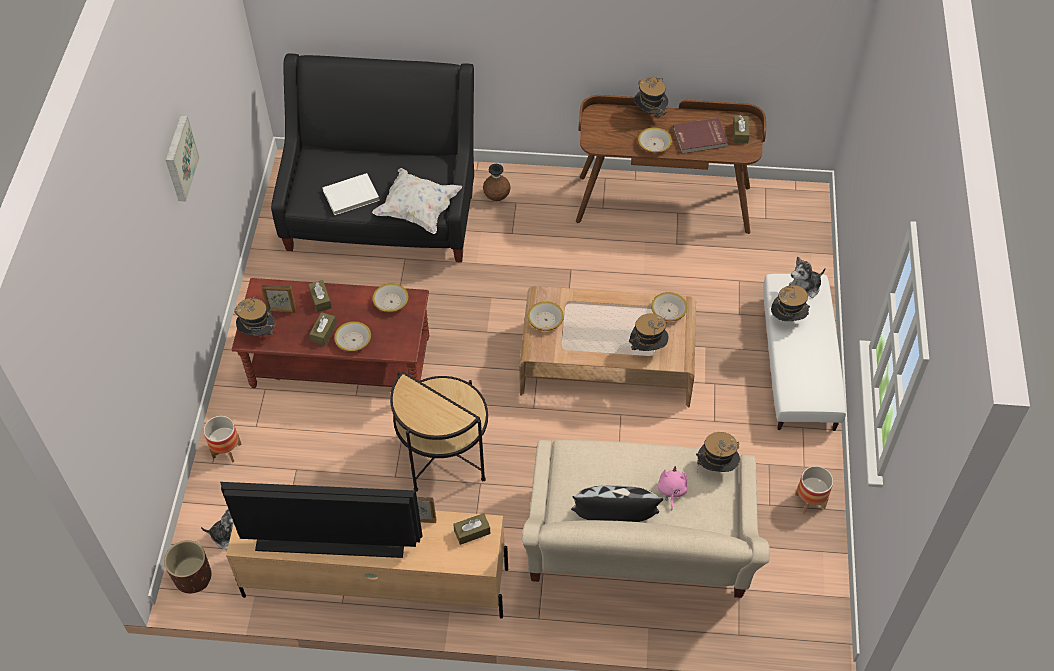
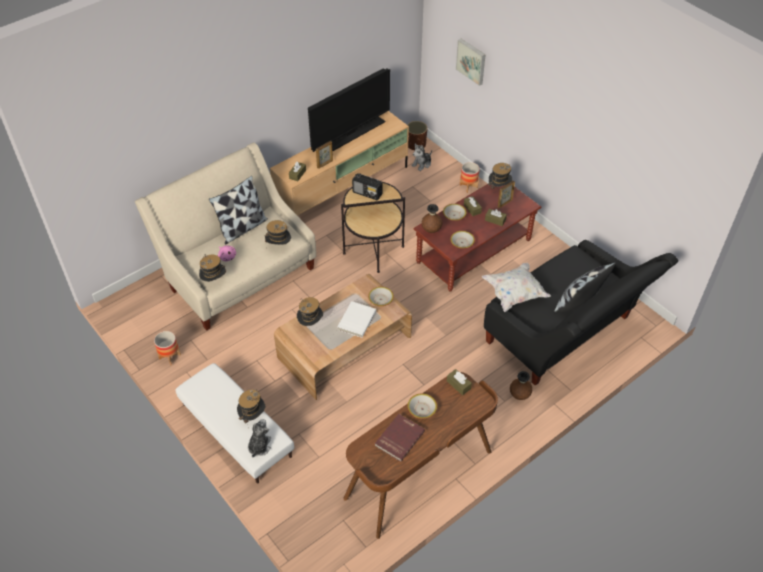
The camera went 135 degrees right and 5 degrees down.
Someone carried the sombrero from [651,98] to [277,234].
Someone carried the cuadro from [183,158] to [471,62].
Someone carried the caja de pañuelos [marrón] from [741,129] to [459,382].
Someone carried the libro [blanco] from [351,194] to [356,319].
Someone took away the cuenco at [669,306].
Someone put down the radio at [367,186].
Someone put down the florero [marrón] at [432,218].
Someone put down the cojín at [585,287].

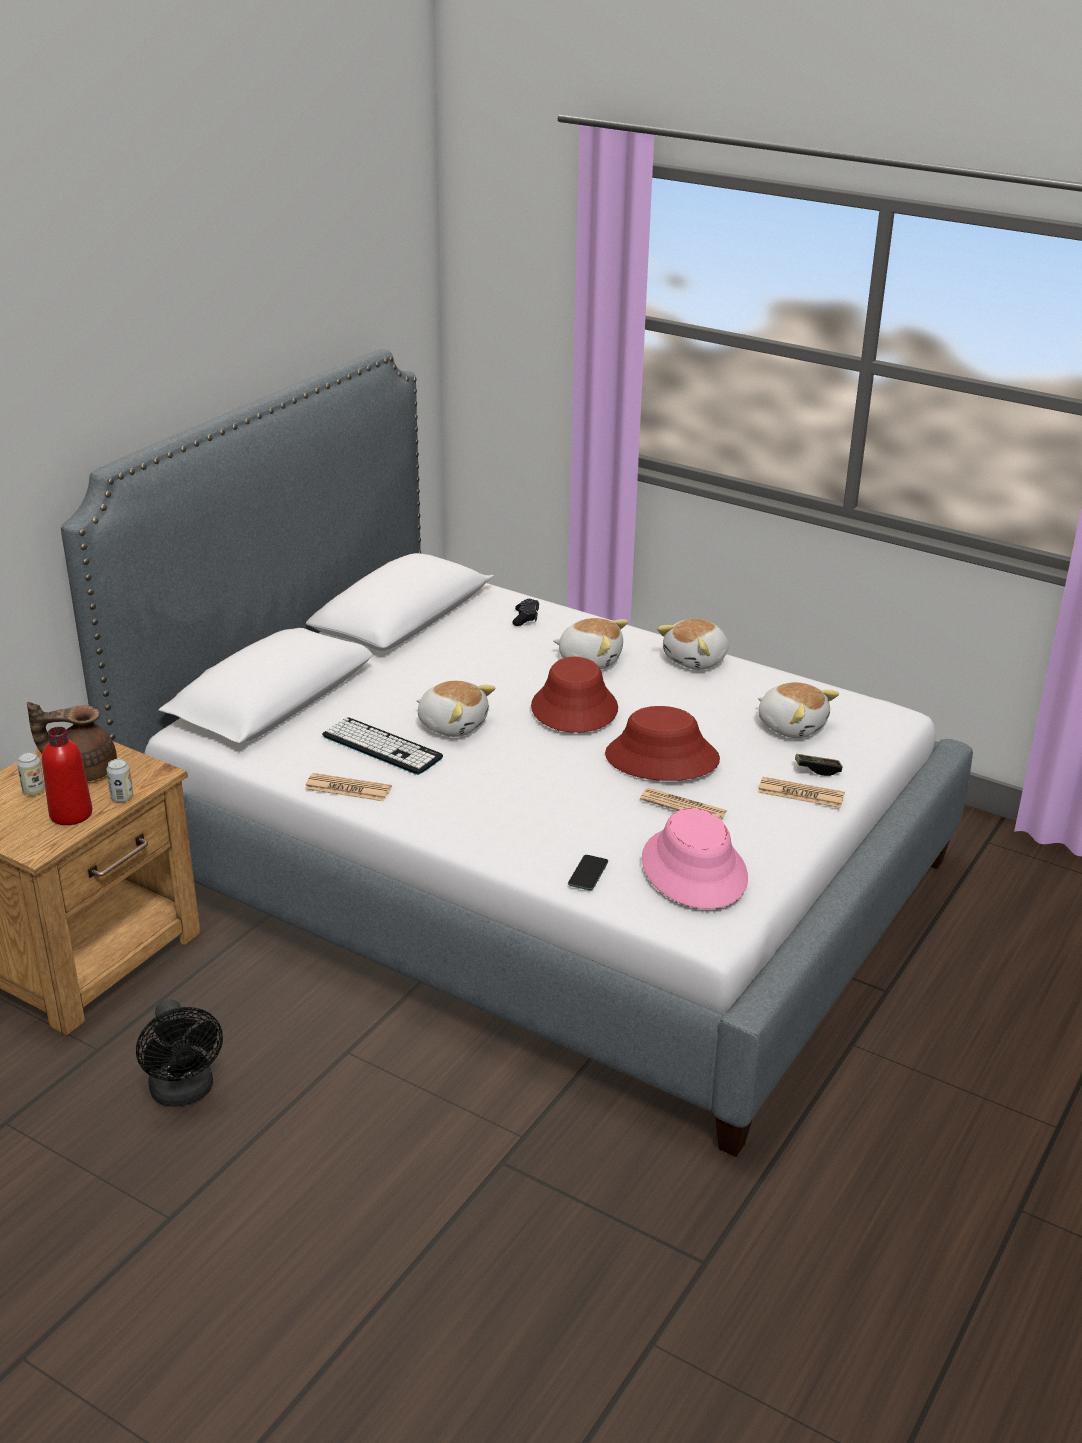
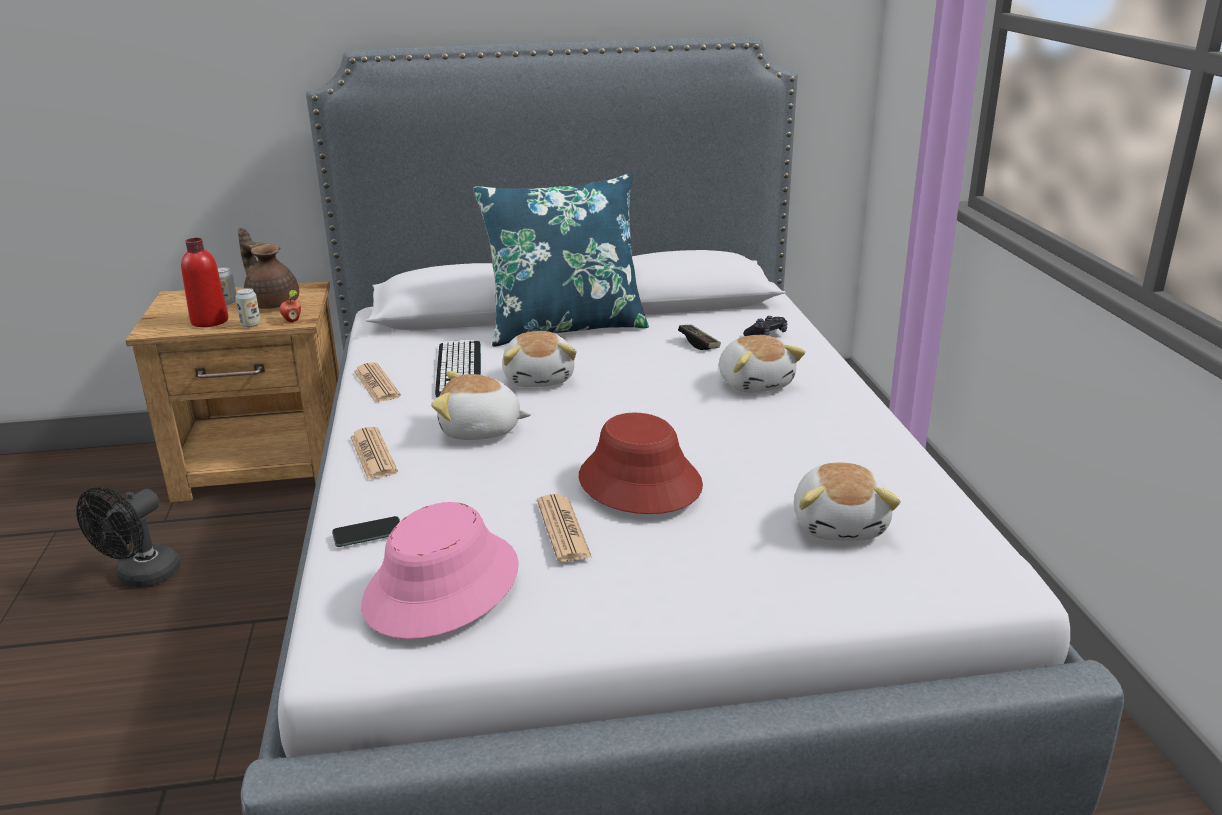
The camera went 50 degrees right and 5 degrees down.
Someone carried the peluche from [693,644] to [481,405].
Someone took away the sombrero [rojo] at [574,695].
Someone carried the mando de consola from [819,765] to [699,337].
Someone carried the periódico from [801,792] to [374,453].
Someone put down the cojín [azul] at [561,260].
Someone put down the manzana at [290,306].

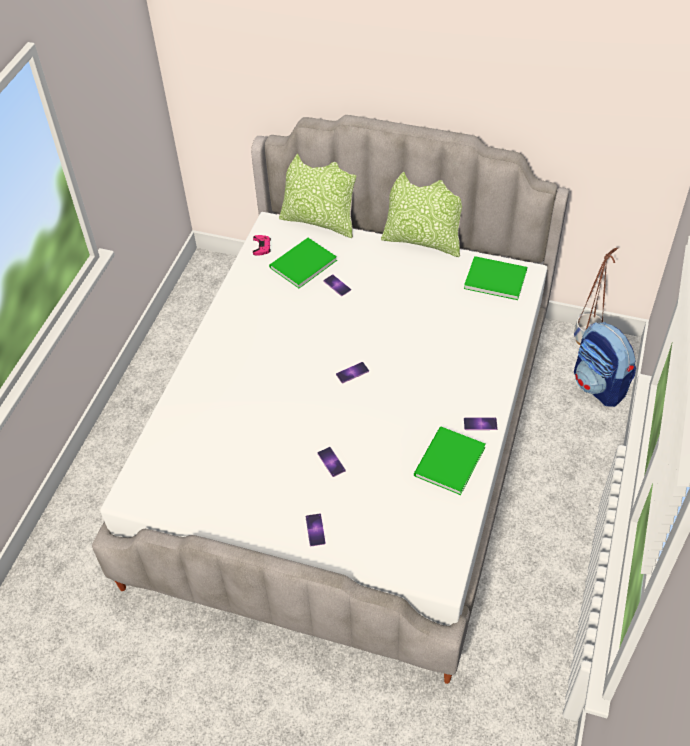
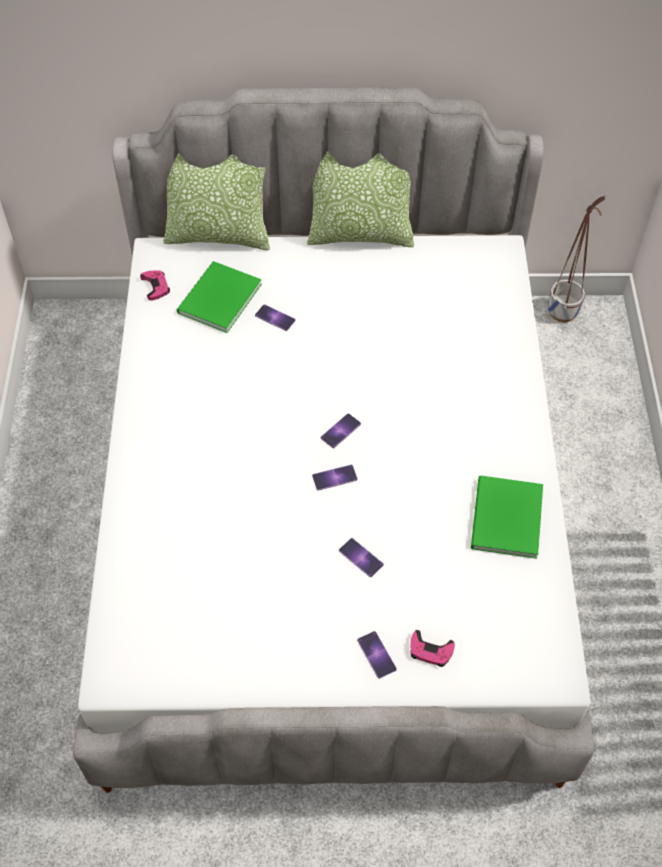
The camera went 20 degrees left and 5 degrees up.
Someone took away the libro [verde] at [495,278].
Someone took away the mochila at [605,364].
Someone carried the móvil from [481,423] to [335,478].
Someone put down the mando de consola [rosa] at [432,648].

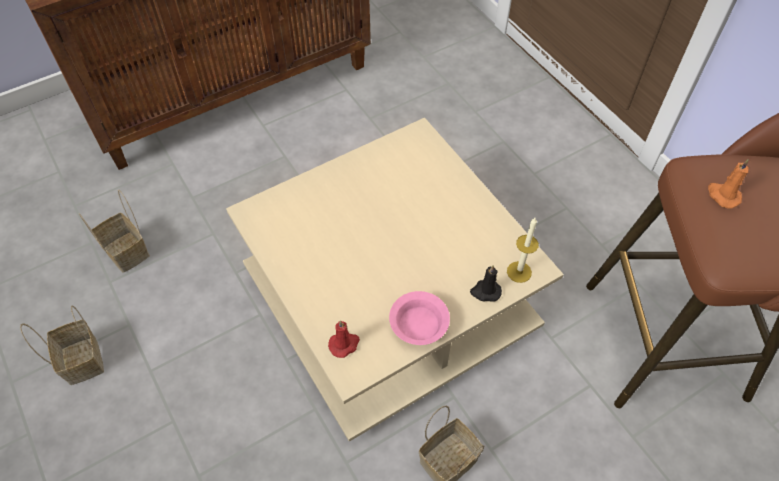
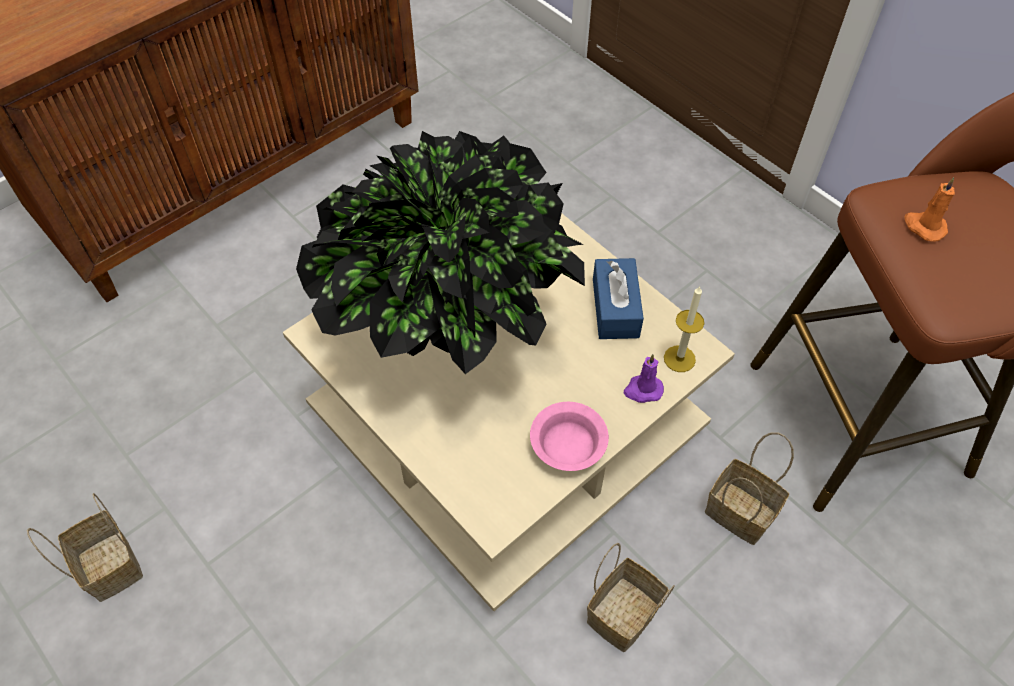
The camera went 10 degrees left and 0 degrees up.
Someone carried the cesta from [114,231] to [749,488].
Someone repainted the vela [negro] at [486,283], which became the vela [morado] at [644,378].
Someone took away the vela [rojo] at [344,339].
Someone put down the planta en maceta at [440,252].
Someone put down the caja de pañuelos [azul] at [618,298].

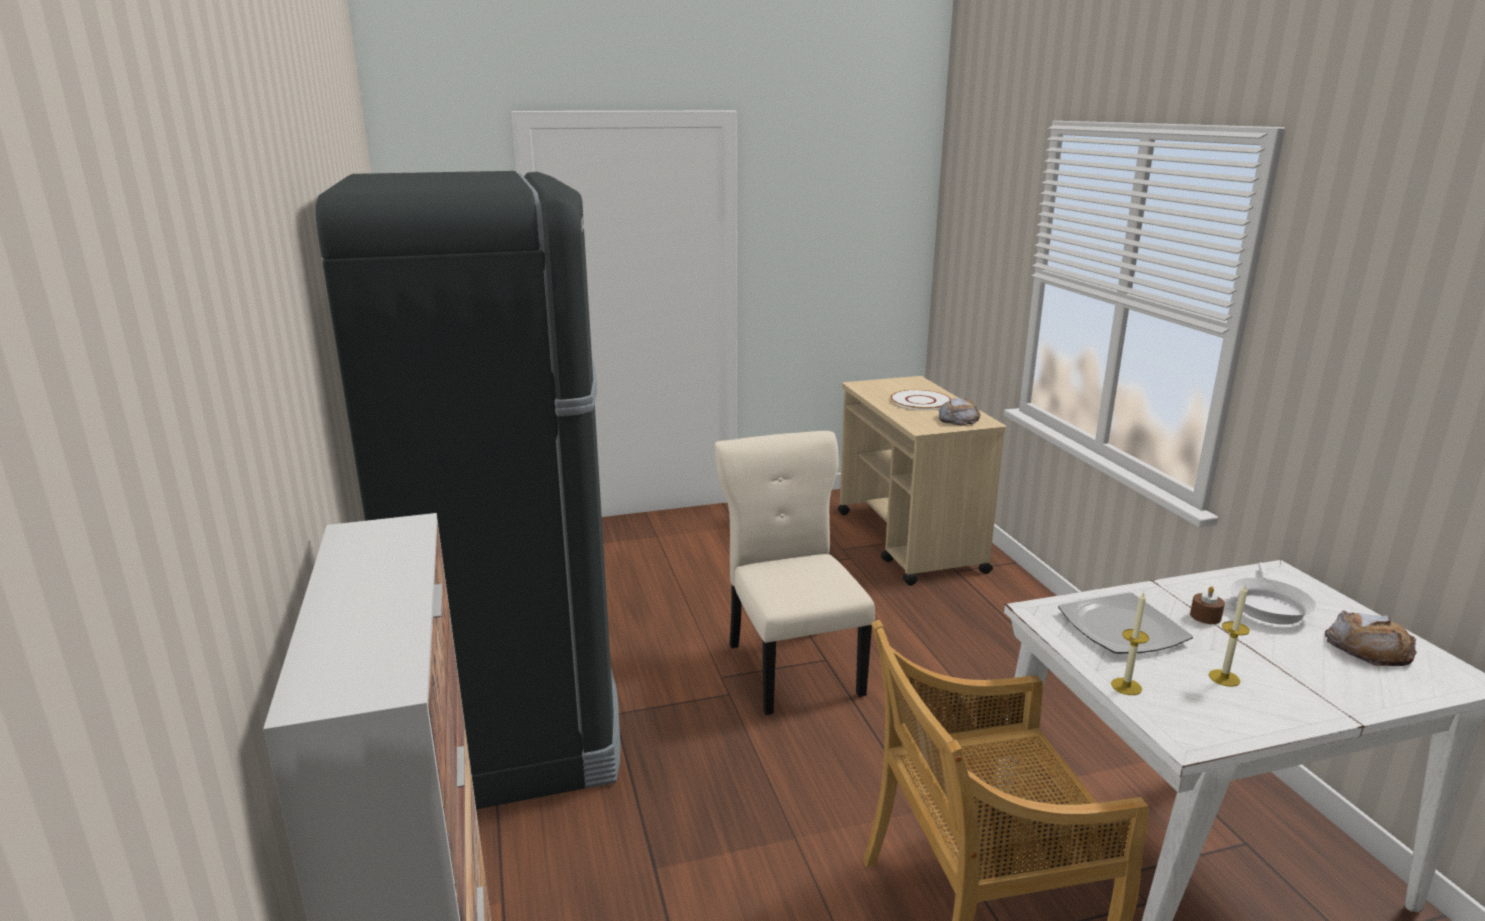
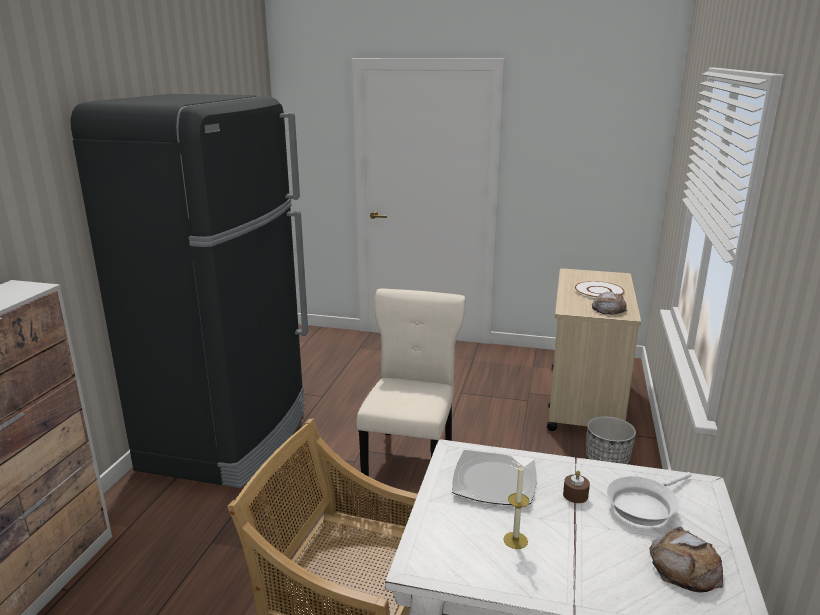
The camera went 30 degrees right and 0 degrees up.
Someone took away the vela at [1130,643].
Someone put down the maceta at [611,440].

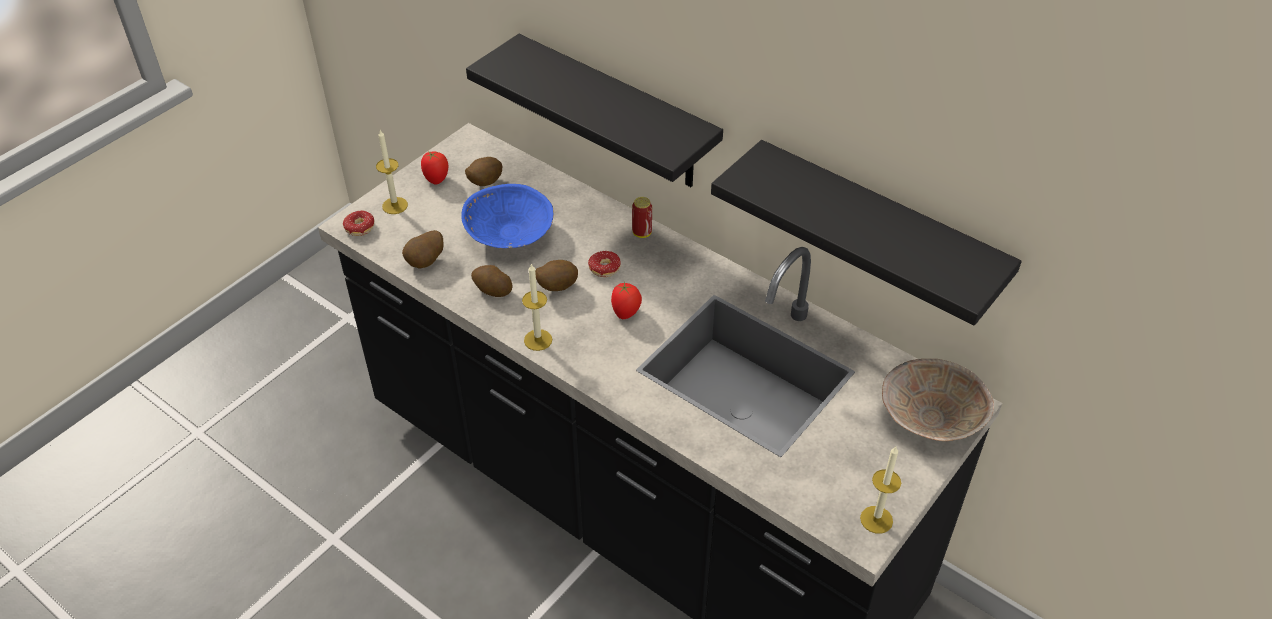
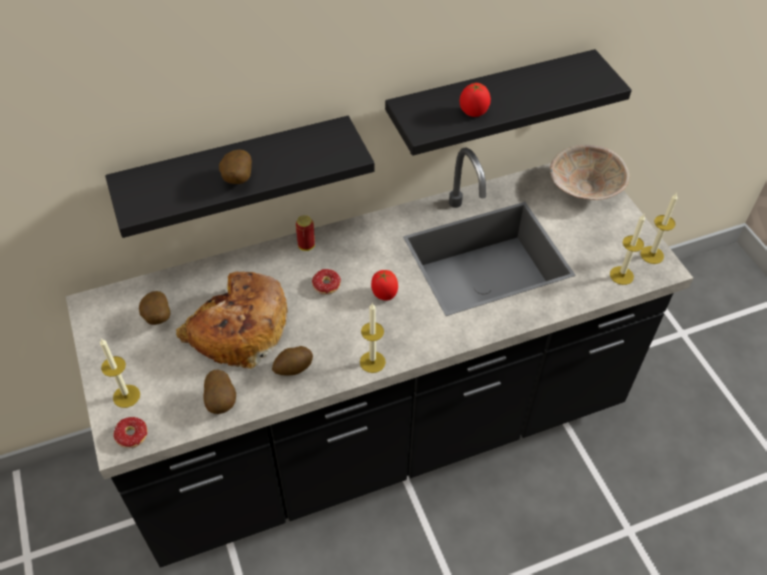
The camera went 60 degrees left and 5 degrees up.
Someone carried the tomate from [434,168] to [475,100].
Someone swapped the cuenco [azul] at [507,216] for the pan at [232,320].
Someone carried the patata from [556,275] to [235,166].
Someone put down the vela at [627,249].

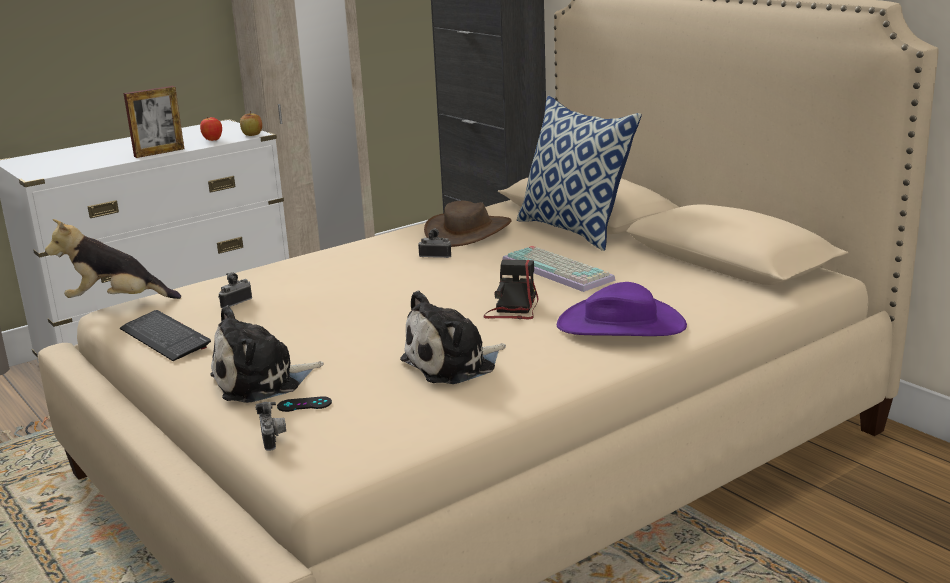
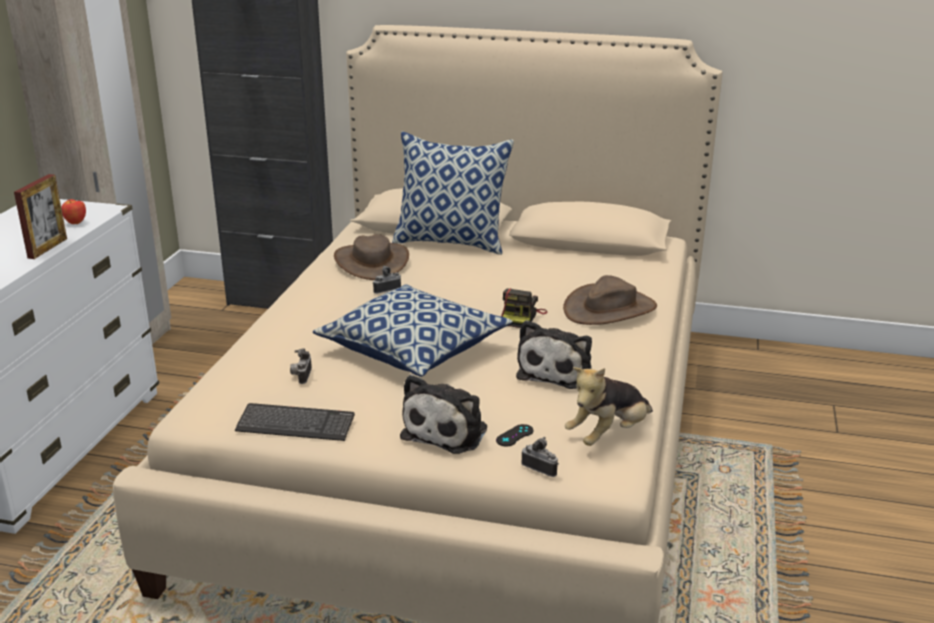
The camera went 40 degrees left and 5 degrees up.
Someone took away the manzana at [251,123].
Someone carried the peluche from [113,259] to [609,406].
Someone took away the teclado at [558,269].
Someone rotated the cámara at [510,289] by 135 degrees counterclockwise.
Someone repainted the sombrero [morado] at [622,309], which became the sombrero [marrón] at [610,300].
Someone put down the cojín at [413,330].

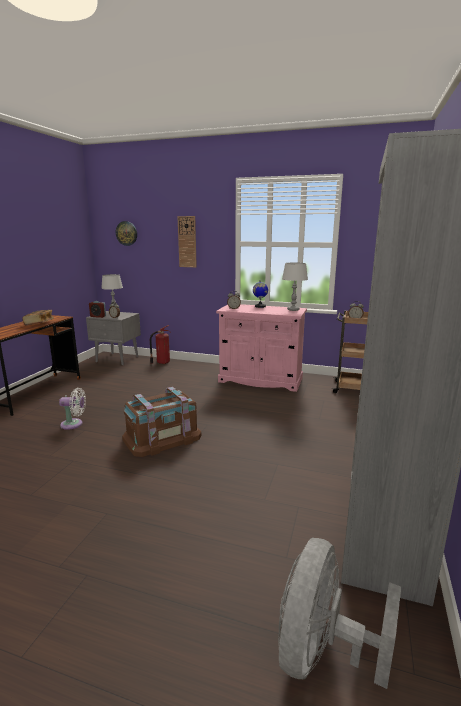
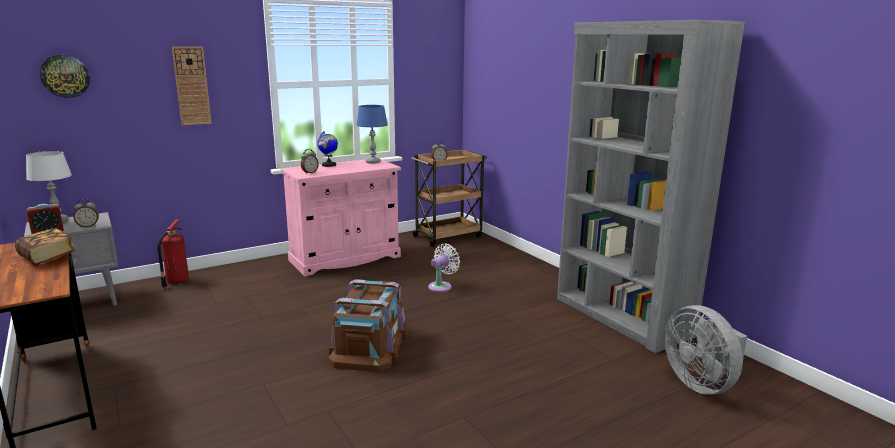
The camera went 50 degrees left and 0 degrees up.
Someone repainted the lámpara de mesa [gris] at [295,286], which became the lámpara de mesa [azul] at [372,134].
Someone carried the ventilador [blanco] from [72,409] to [444,267].

